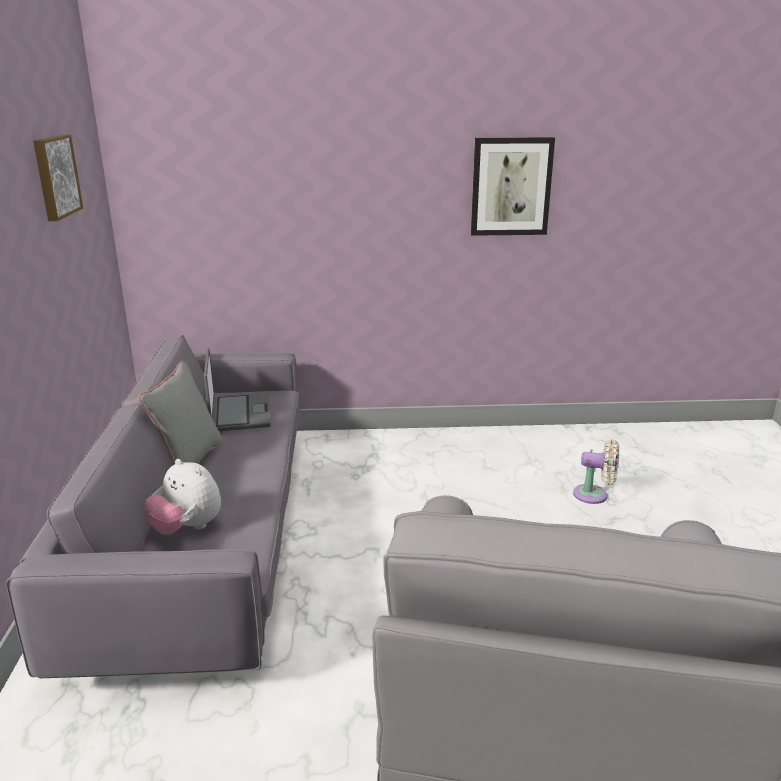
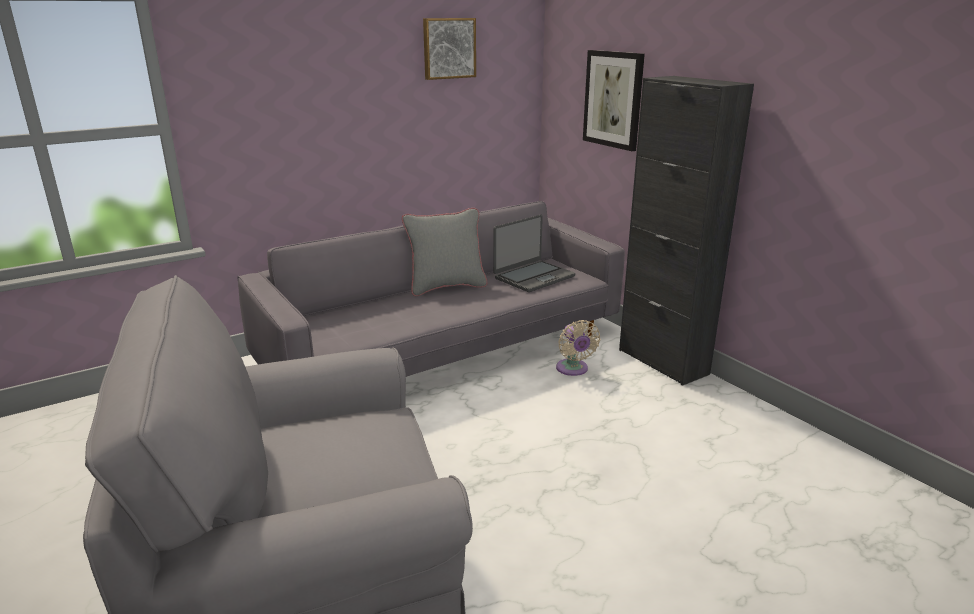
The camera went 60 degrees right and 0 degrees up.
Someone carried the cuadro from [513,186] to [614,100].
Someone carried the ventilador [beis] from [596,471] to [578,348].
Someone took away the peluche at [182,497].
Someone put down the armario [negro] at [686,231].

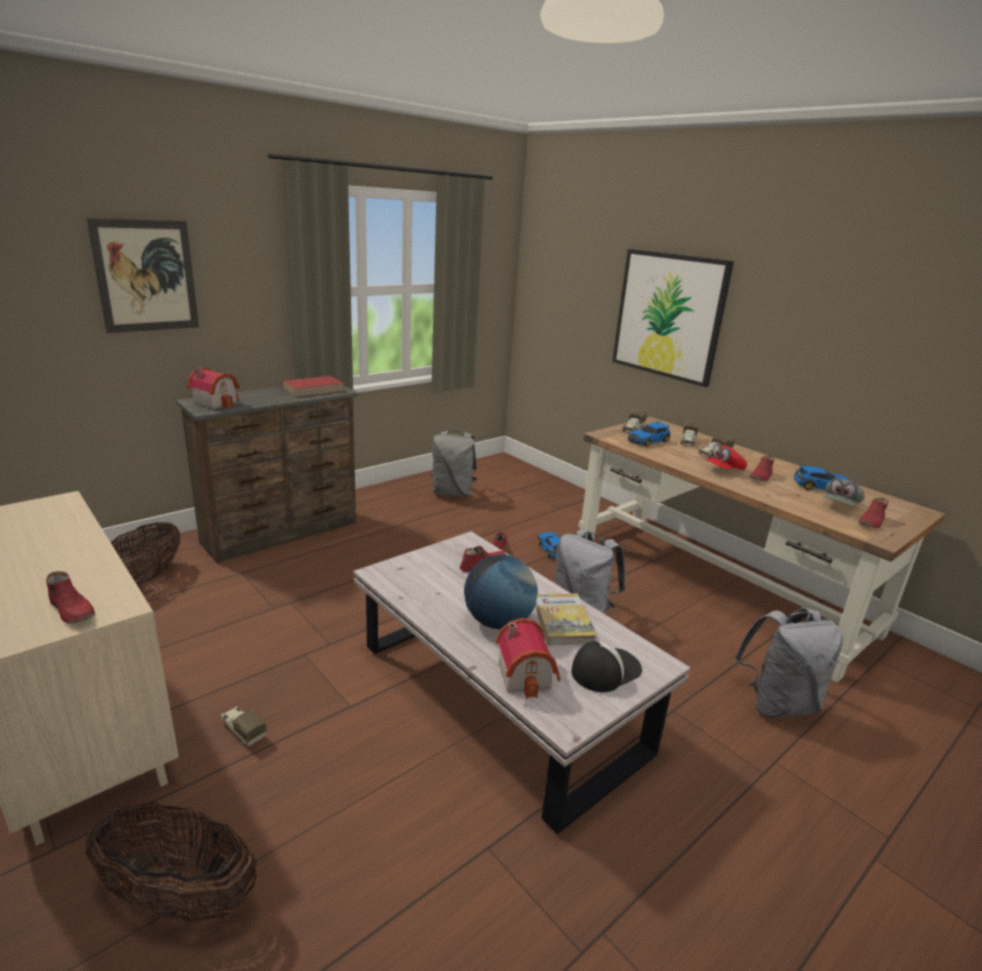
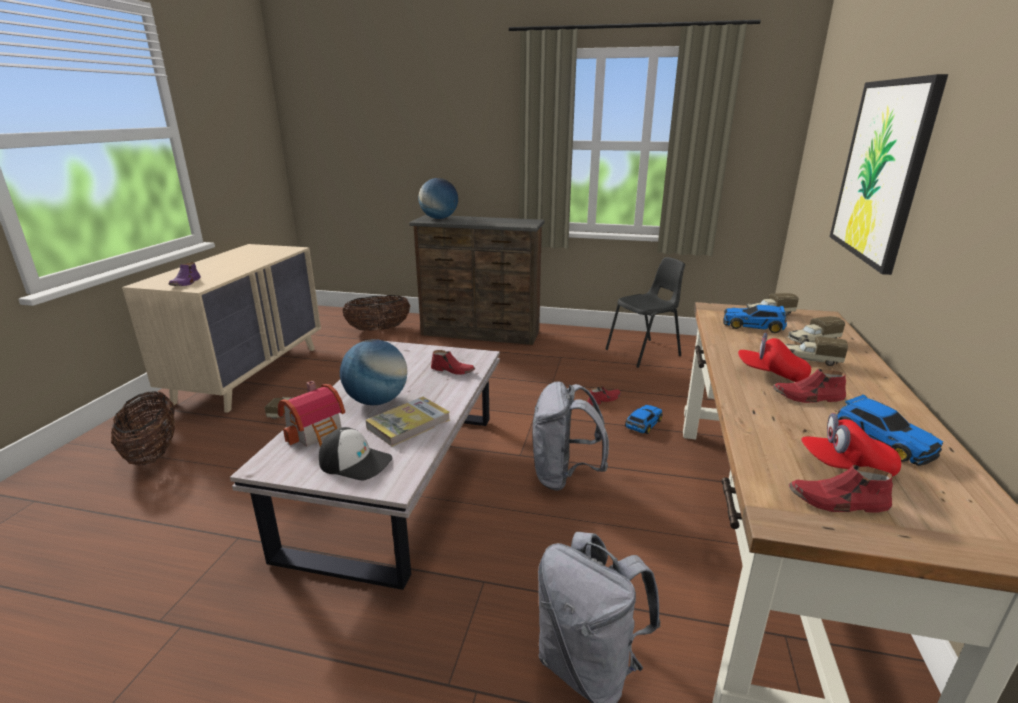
The camera went 55 degrees right and 0 degrees up.
Someone took away the cuadro at [142,275].
Someone swapped the casita at [213,388] for the globo terráqueo at [438,198].
Someone took away the libro [rojo] at [312,386].
Someone swapped the mochila [gris] at [454,463] for the silla [negro] at [645,312].
Someone repainted the gorra [gris] at [844,492], which became the gorra [rojo] at [851,445].
Someone repainted the zapato [rojo] at [70,597], which became the zapato [morado] at [184,274].

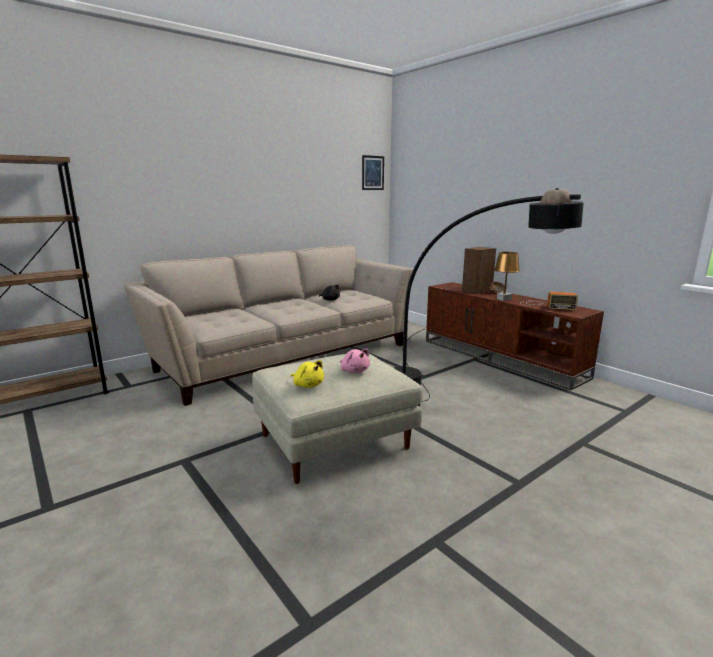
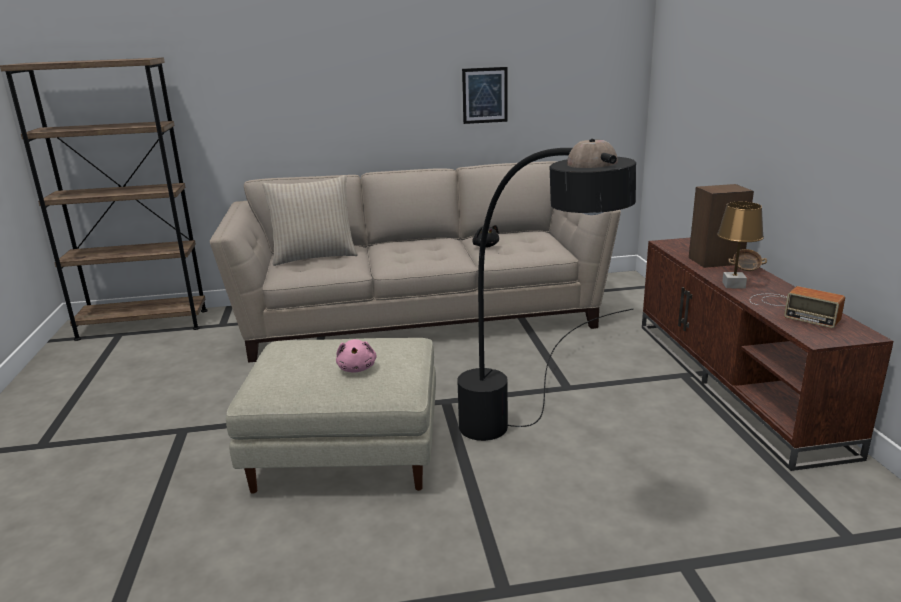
The camera went 30 degrees right and 5 degrees up.
Someone carried the cuadro from [373,172] to [485,95].
Someone took away the peluche [amarillo] at [307,374].
Someone put down the cojín [beis] at [310,220].

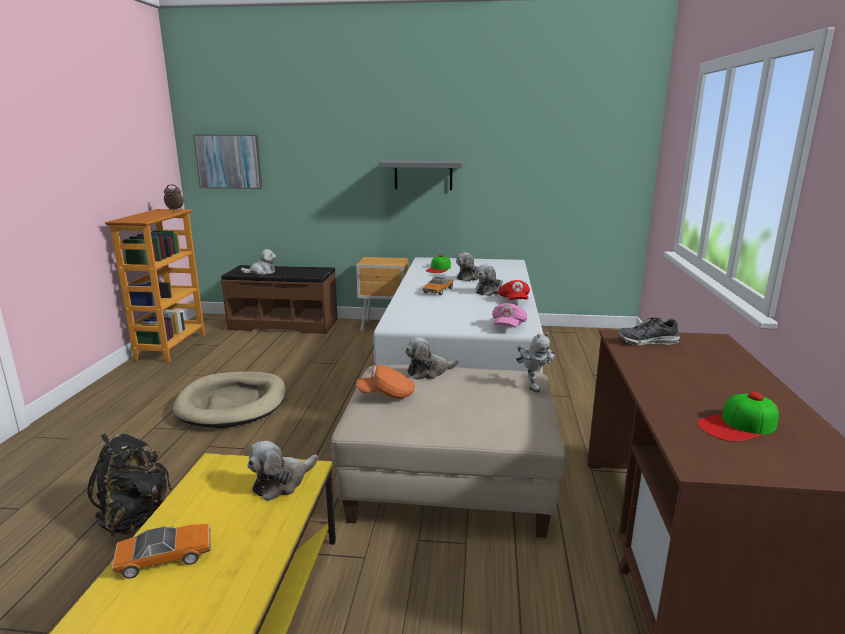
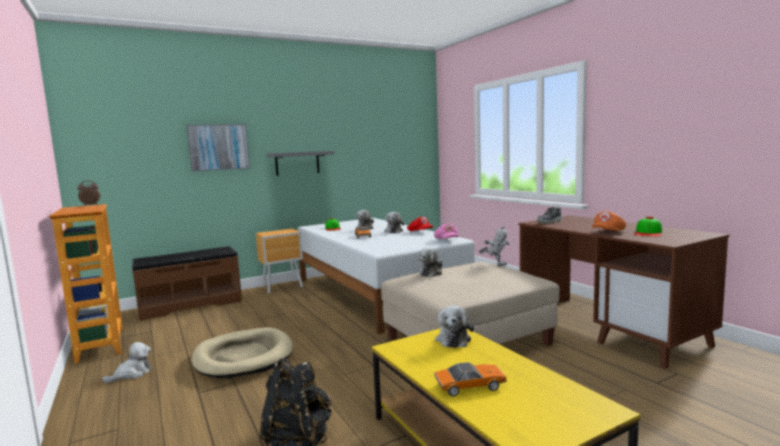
The camera went 35 degrees left and 10 degrees down.
Someone carried the cuadro from [227,161] to [218,147].
Someone carried the peluche from [258,262] to [126,362].
Someone carried the gorra [naranja] from [385,381] to [609,221].
Someone rotated the coche de juguete at [161,551] by 45 degrees clockwise.

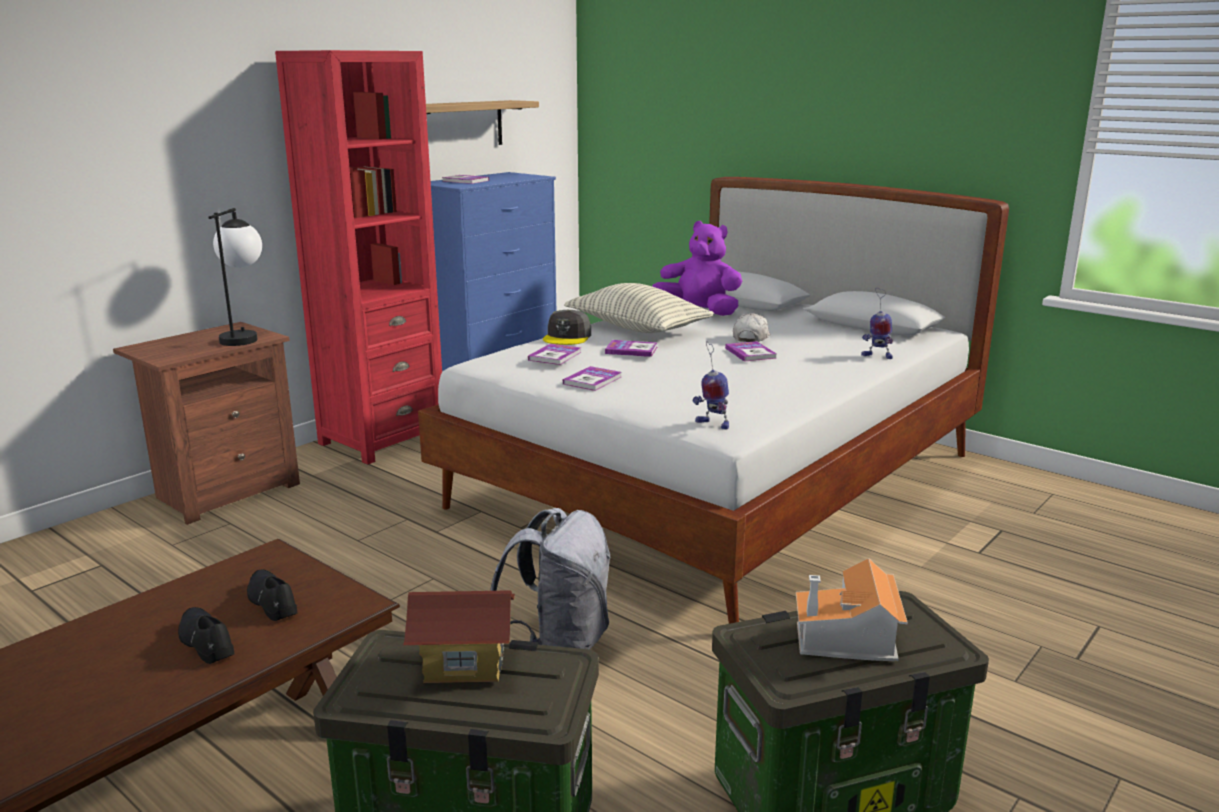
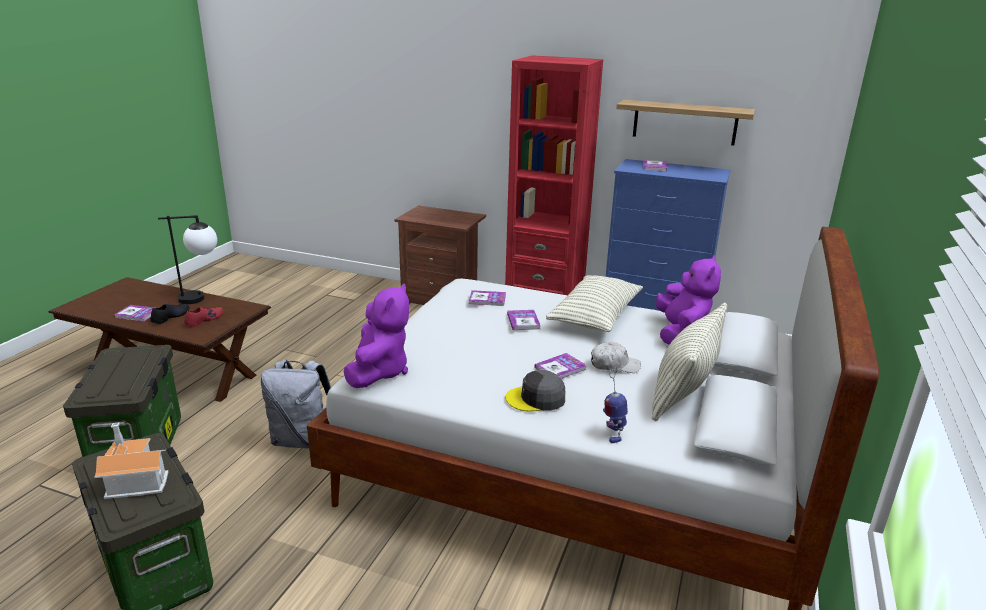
The camera went 70 degrees right and 5 degrees up.
Someone carried the lámpara de mesa from [235,277] to [187,259].
Someone carried the gorra [gris] from [567,327] to [535,391].
Someone swapped the robot de juguete at [710,385] for the peluche [morado] at [376,336].
Someone carried the libro from [592,378] to [134,313].
Someone repainted the zapato [negro] at [272,595], which became the zapato [rojo] at [204,317].
Someone took away the casita at [459,636].
Someone put down the cojín at [689,362].

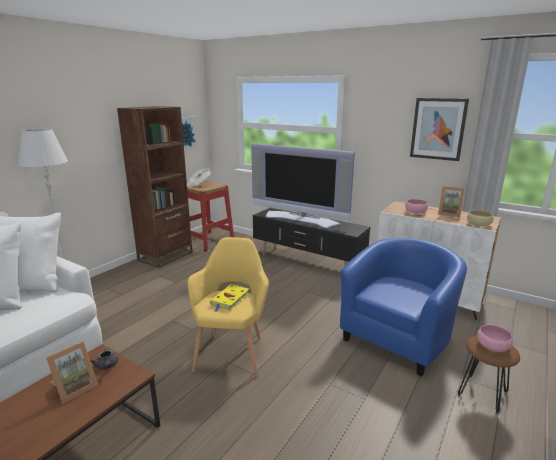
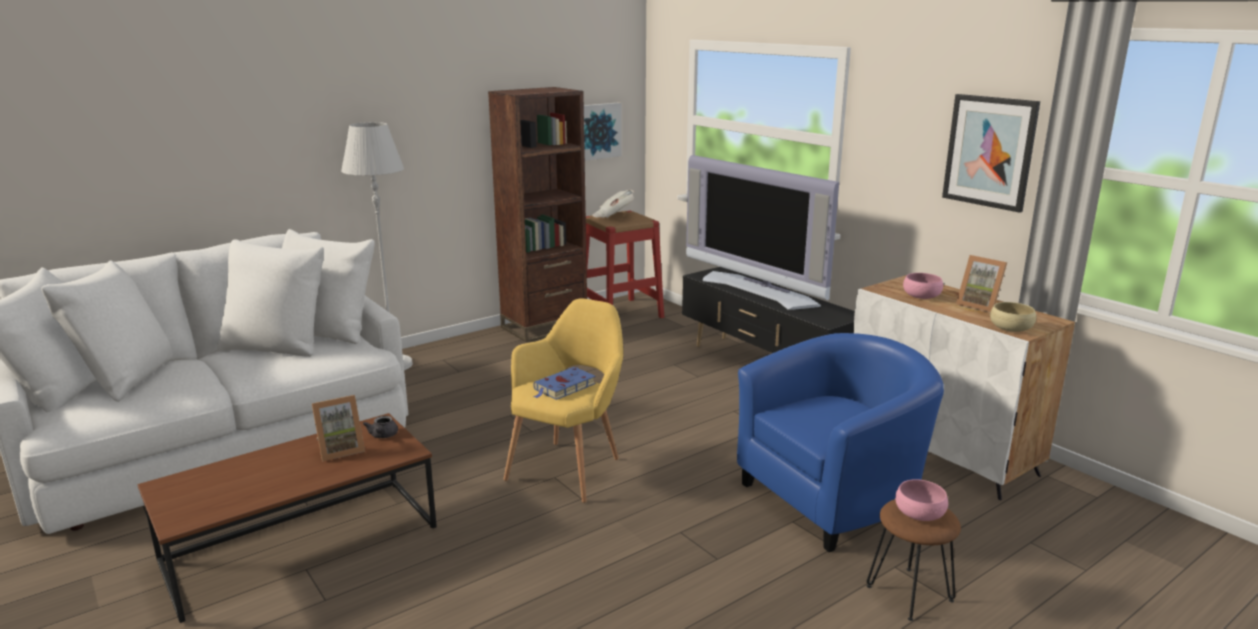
The camera went 20 degrees right and 0 degrees up.
Someone repainted the libro [amarillo] at [230,298], which became the libro [azul] at [564,383].

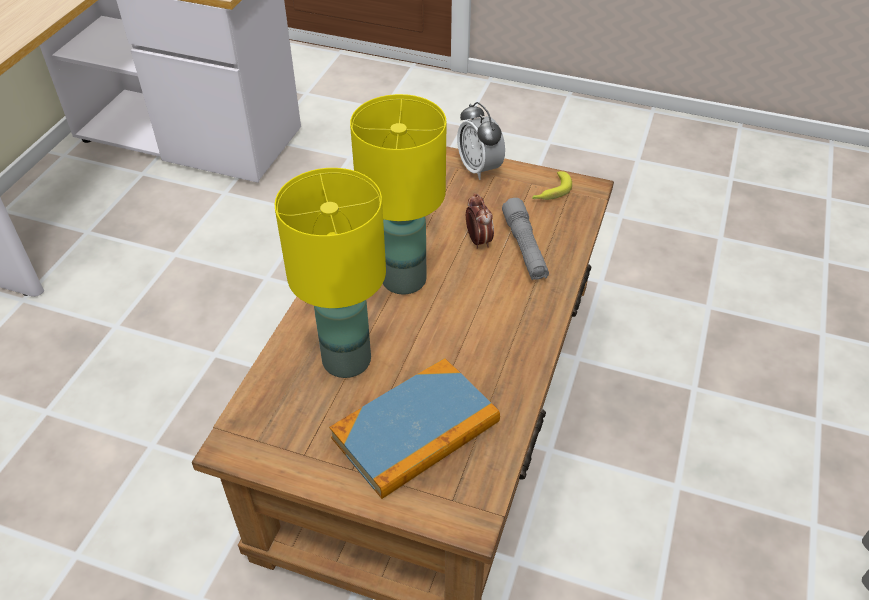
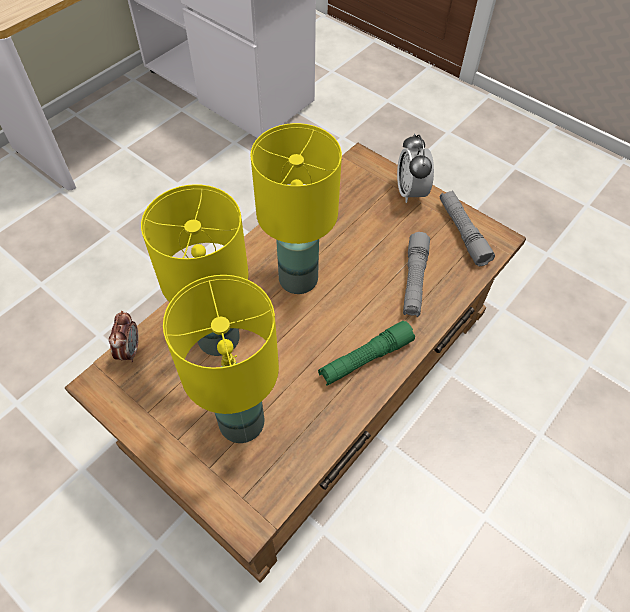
The camera went 20 degrees right and 10 degrees up.
Someone swapped the plátano at [552,185] for the linterna [gris] at [467,228].
Someone carried the despertador from [480,221] to [124,336].
Someone swapped the libro at [414,428] for the lámpara de mesa [amarillo] at [221,359].
Someone put down the linterna [verde] at [366,353].

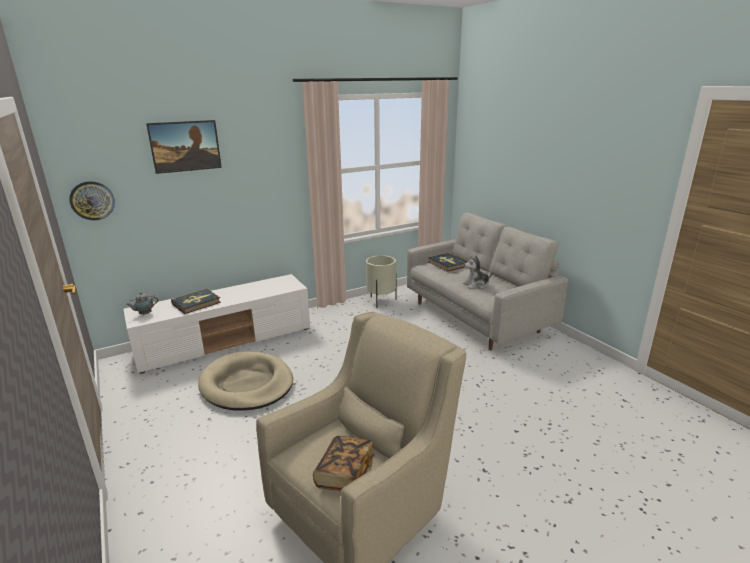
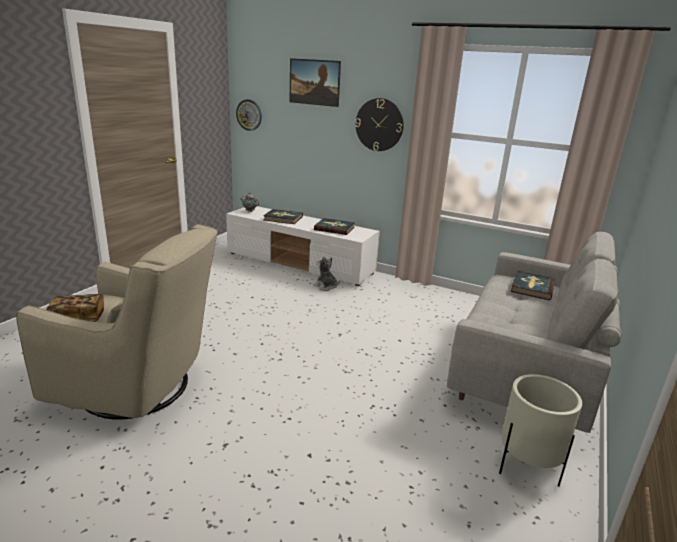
The camera went 55 degrees right and 0 degrees up.
Someone carried the maceta [beis] from [381,281] to [540,430].
Someone carried the peluche from [478,272] to [326,273].
Someone took away the cama para perro [beis] at [245,381].
Someone put up the reloj de pared at [379,124].
Someone put down the libro at [334,226].

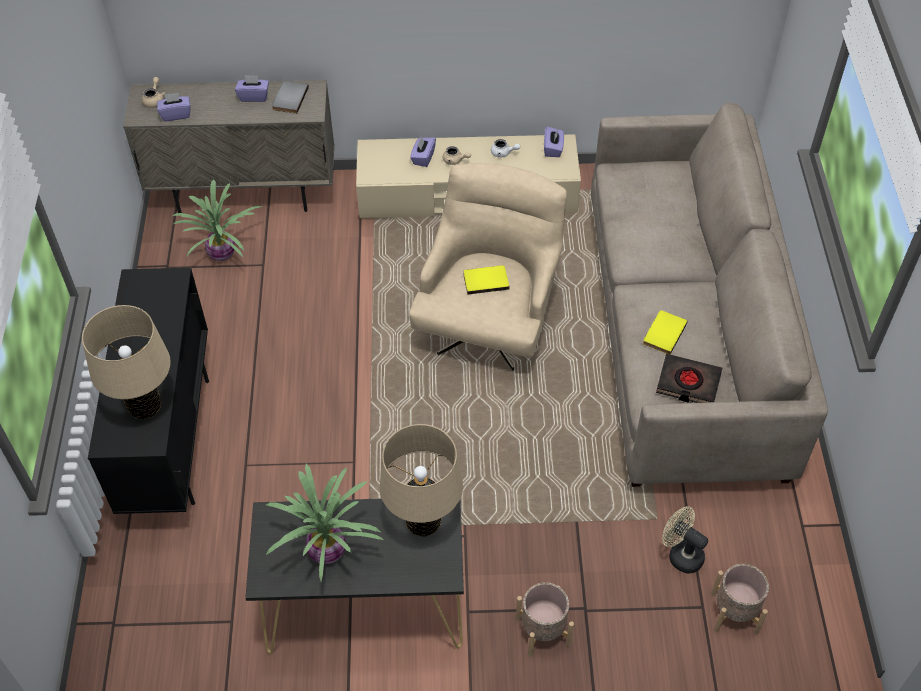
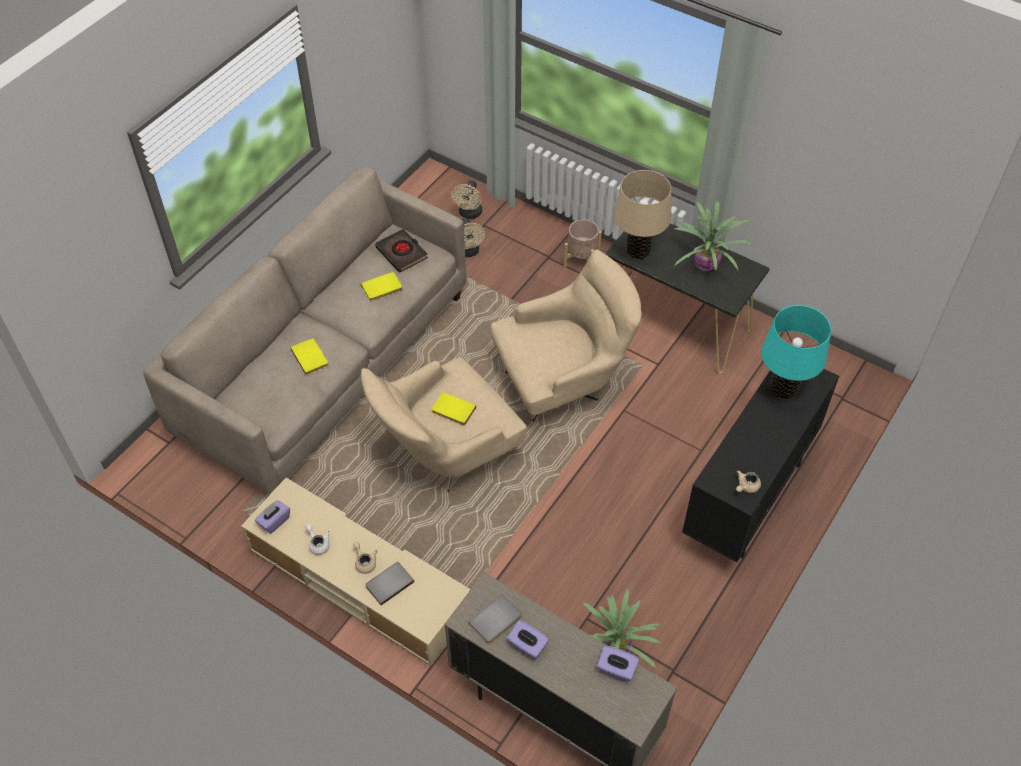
The camera went 145 degrees left and 0 degrees up.
Someone carried the tetera [beis] from [154,92] to [748,481].
Someone swapped the caja de pañuelos [morado] at [423,152] for the libro [gris] at [389,583].
Someone repainted the lámpara de mesa [beis] at [126,362], which became the lámpara de mesa [turquesa] at [796,352].
Someone swapped the maceta [beis] at [740,599] for the ventilador [beis] at [466,199].
Someone put down the sillón [beis] at [566,335].
Someone put down the libro [amarillo] at [309,356].

